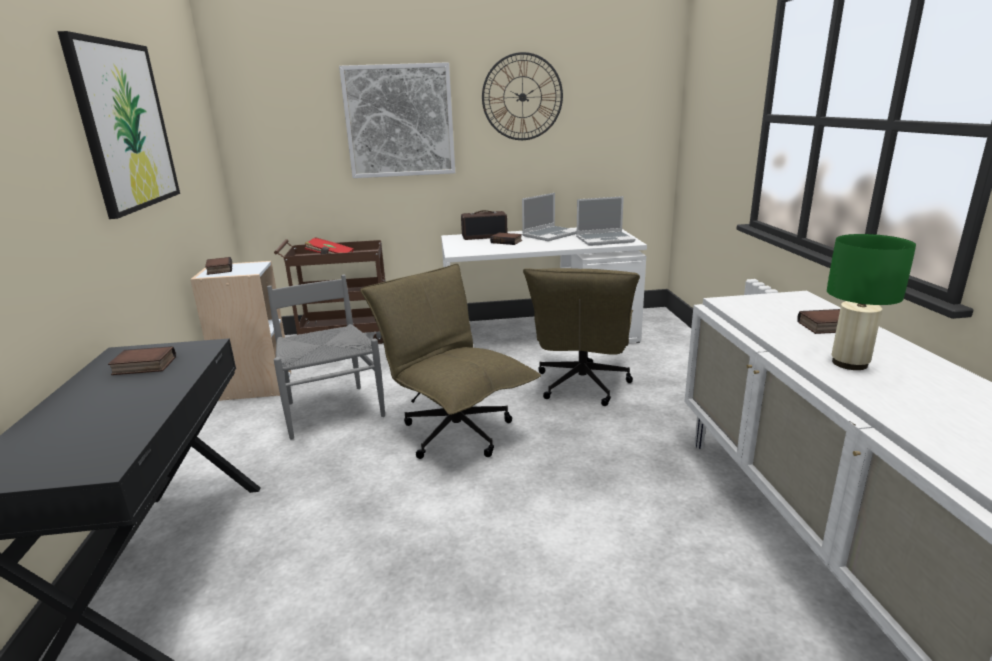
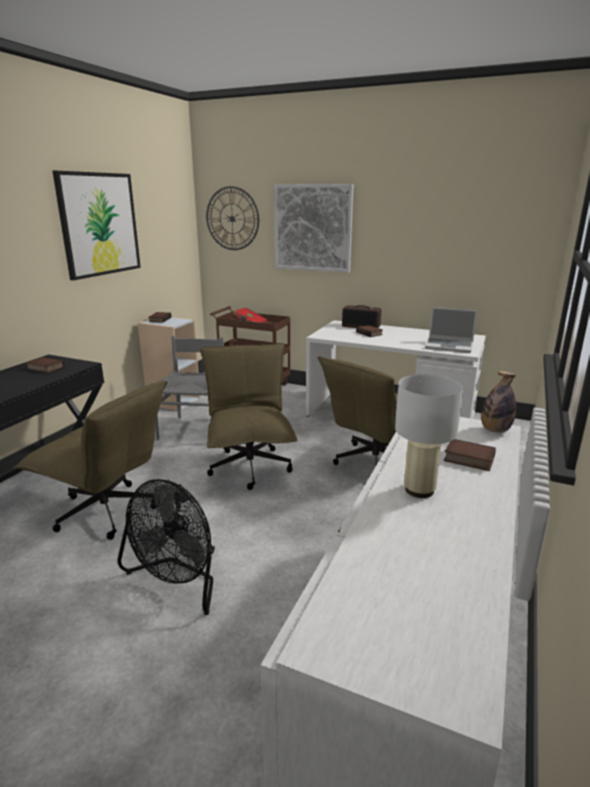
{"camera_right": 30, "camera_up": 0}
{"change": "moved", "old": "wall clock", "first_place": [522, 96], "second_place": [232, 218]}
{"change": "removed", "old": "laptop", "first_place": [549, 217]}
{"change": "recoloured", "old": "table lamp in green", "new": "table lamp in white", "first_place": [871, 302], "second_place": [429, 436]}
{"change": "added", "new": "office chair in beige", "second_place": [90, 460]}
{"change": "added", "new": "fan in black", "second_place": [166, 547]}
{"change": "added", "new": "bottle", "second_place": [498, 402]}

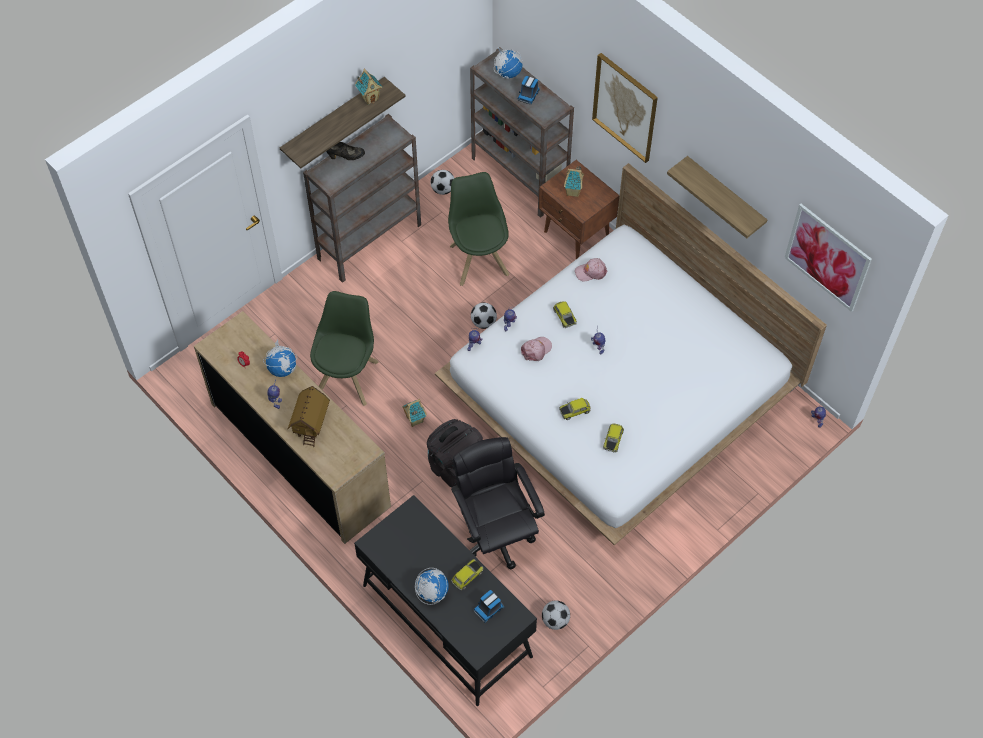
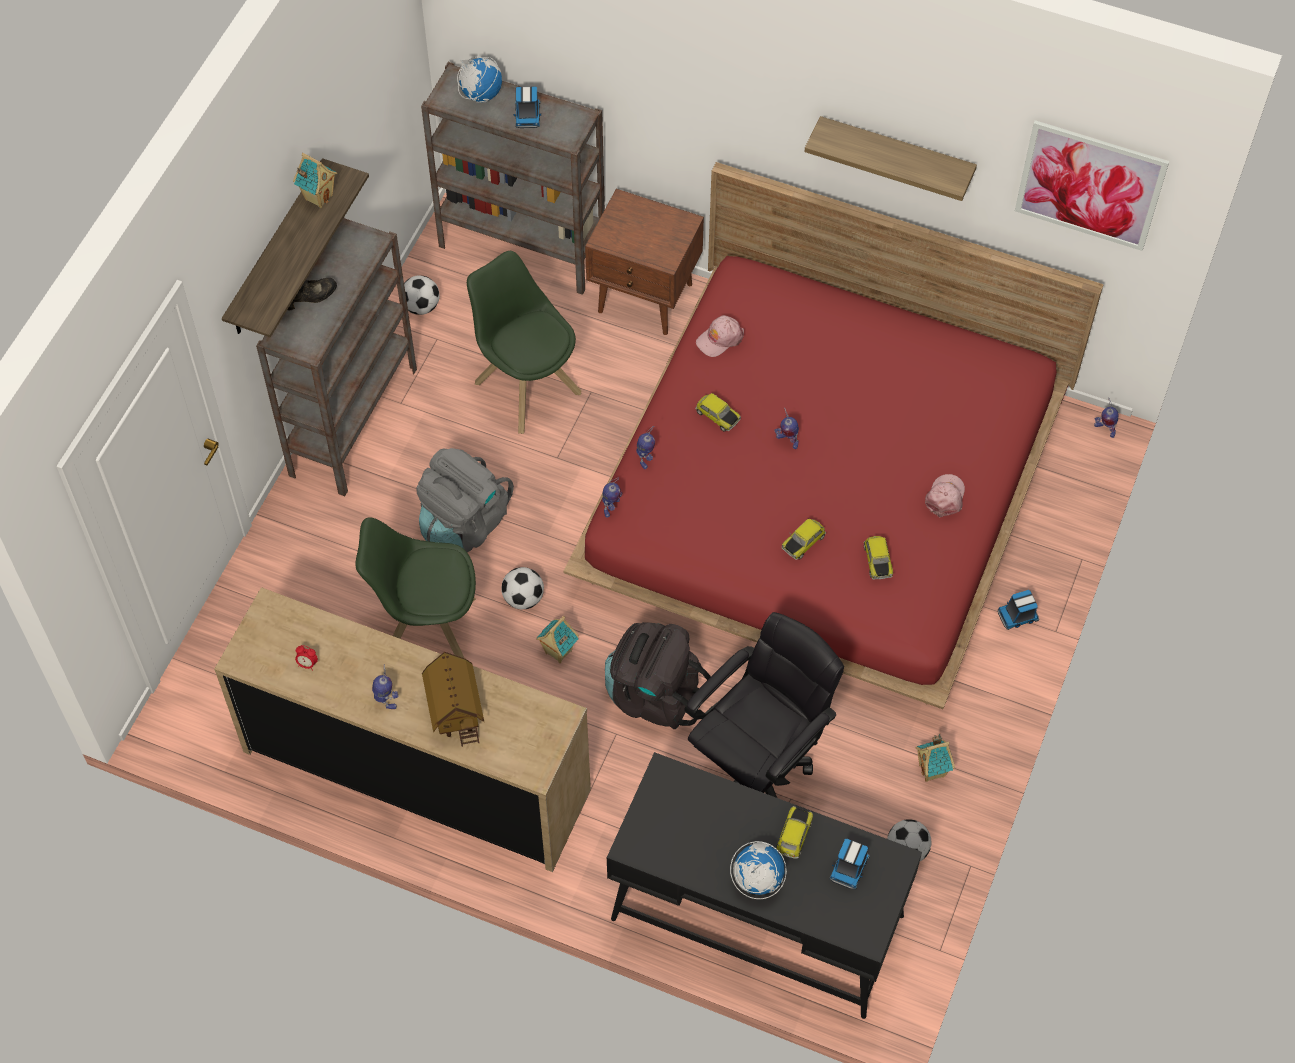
{"camera_right": -25, "camera_up": 0}
{"change": "removed", "old": "globe", "first_place": [280, 358]}
{"change": "turned", "old": "chair in green", "first_place": [344, 348], "second_place": [416, 587], "degrees": -75}
{"change": "recoloured", "old": "bed in white", "new": "bed in red", "first_place": [631, 354], "second_place": [833, 435]}
{"change": "turned", "old": "office chair in black", "first_place": [498, 503], "second_place": [764, 705], "degrees": 90}
{"change": "moved", "old": "football", "first_place": [484, 315], "second_place": [522, 588]}
{"change": "moved", "old": "cap in pink", "first_place": [536, 349], "second_place": [945, 495]}
{"change": "moved", "old": "toy house", "first_place": [574, 181], "second_place": [935, 757]}
{"change": "removed", "old": "picture", "first_place": [625, 108]}
{"change": "added", "new": "backpack in grey", "second_place": [465, 500]}
{"change": "added", "new": "toy truck", "second_place": [1018, 610]}

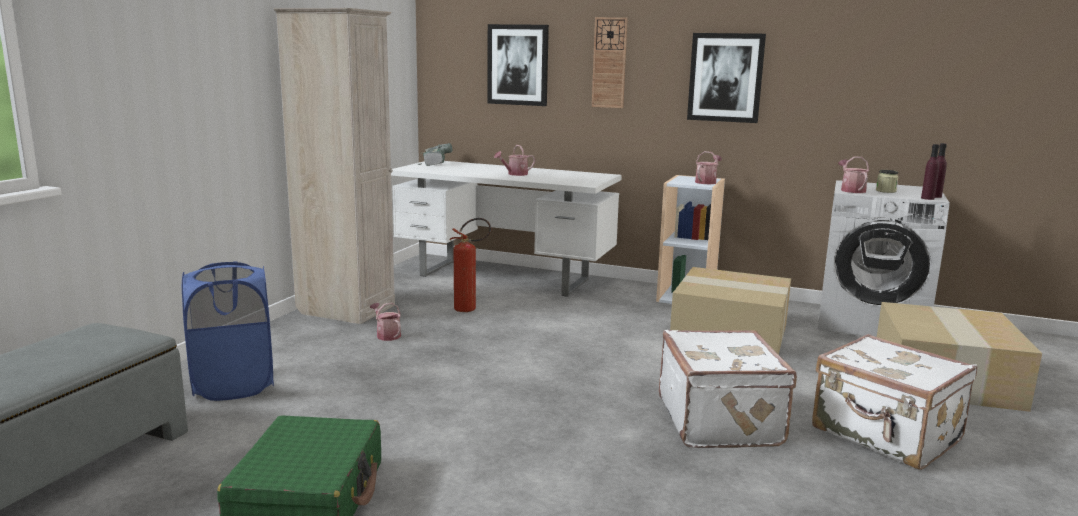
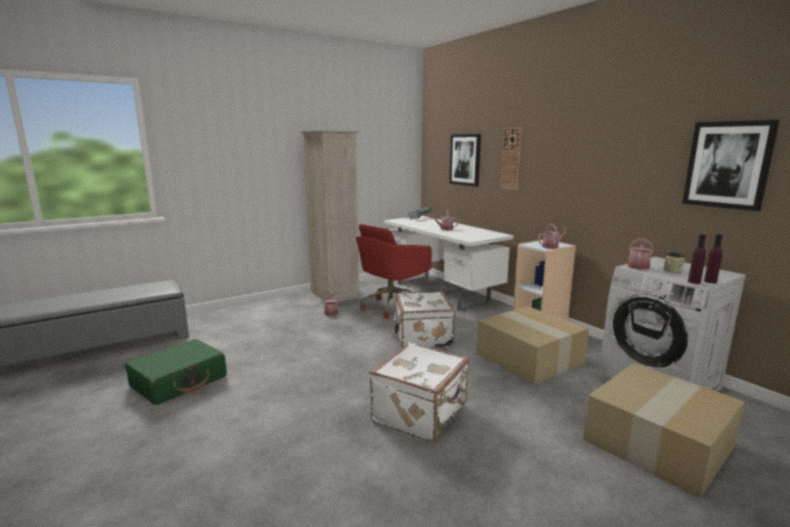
{"camera_right": 35, "camera_up": 0}
{"change": "removed", "old": "laundry basket in blue", "first_place": [228, 331]}
{"change": "replaced", "old": "fire extinguisher", "new": "office chair in red", "first_place": [470, 265], "second_place": [394, 271]}
{"change": "moved", "old": "picture", "first_place": [726, 78], "second_place": [730, 165]}
{"change": "moved", "old": "suitcase in white", "first_place": [894, 402], "second_place": [424, 320]}

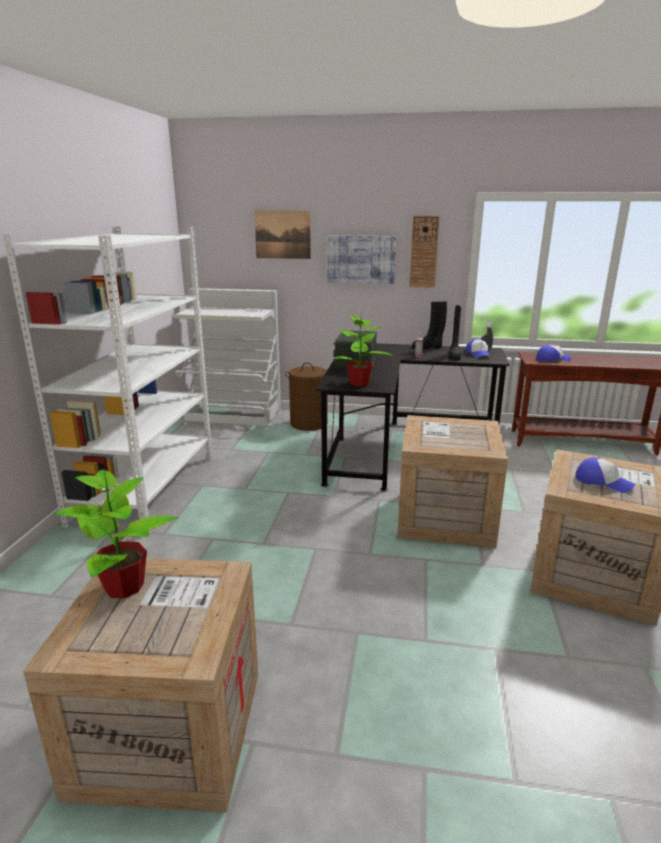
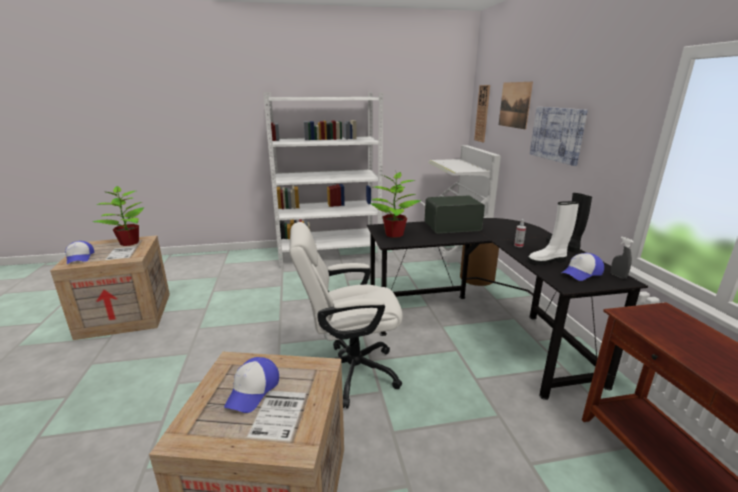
{"camera_right": 70, "camera_up": 0}
{"change": "replaced", "old": "crate", "new": "office chair in white", "first_place": [453, 481], "second_place": [346, 315]}
{"change": "moved", "old": "wall clock", "first_place": [424, 252], "second_place": [482, 113]}
{"change": "recoloured", "old": "boot in black", "new": "boot in white", "first_place": [454, 333], "second_place": [553, 233]}
{"change": "moved", "old": "cap", "first_place": [553, 353], "second_place": [79, 252]}

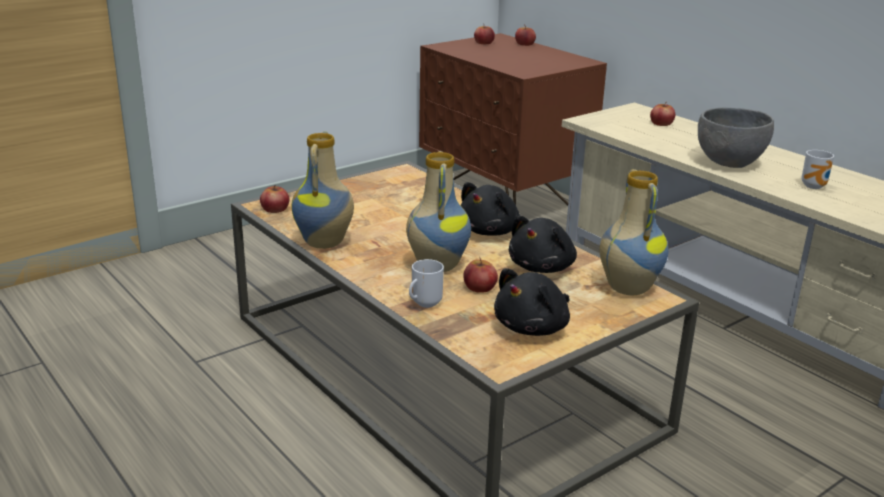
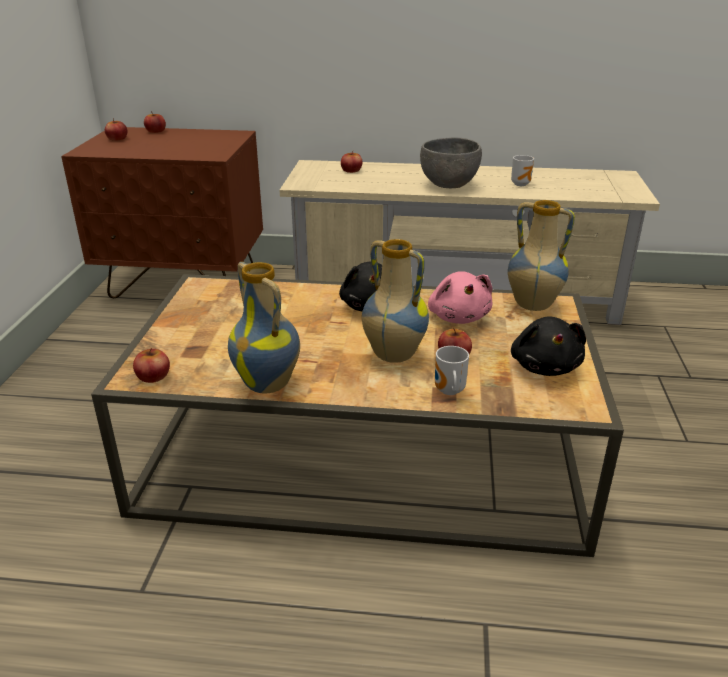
{"camera_right": -45, "camera_up": 5}
{"change": "recoloured", "old": "plush toy in black", "new": "plush toy in pink", "first_place": [542, 244], "second_place": [460, 297]}

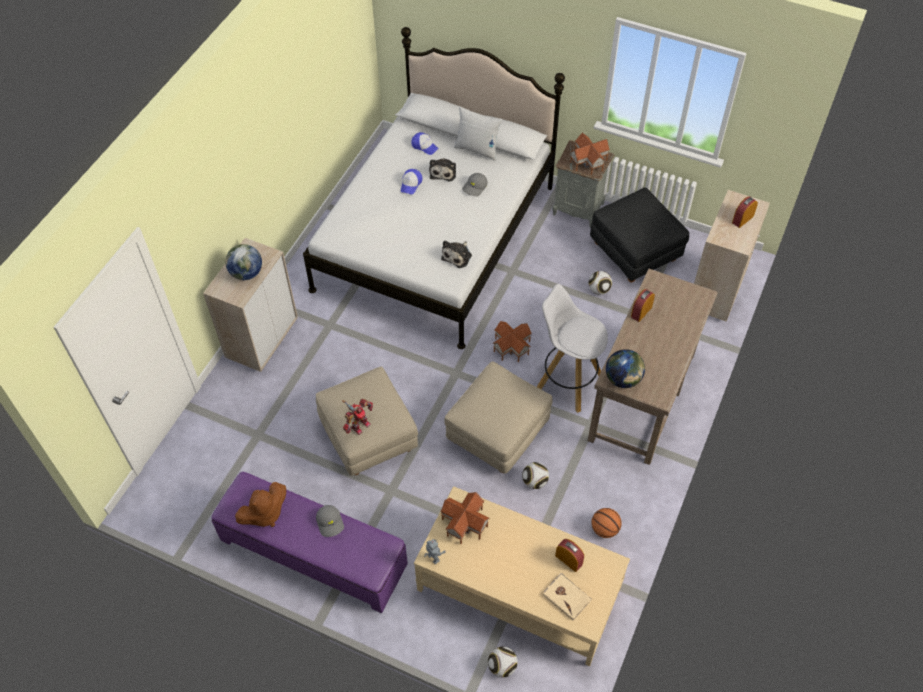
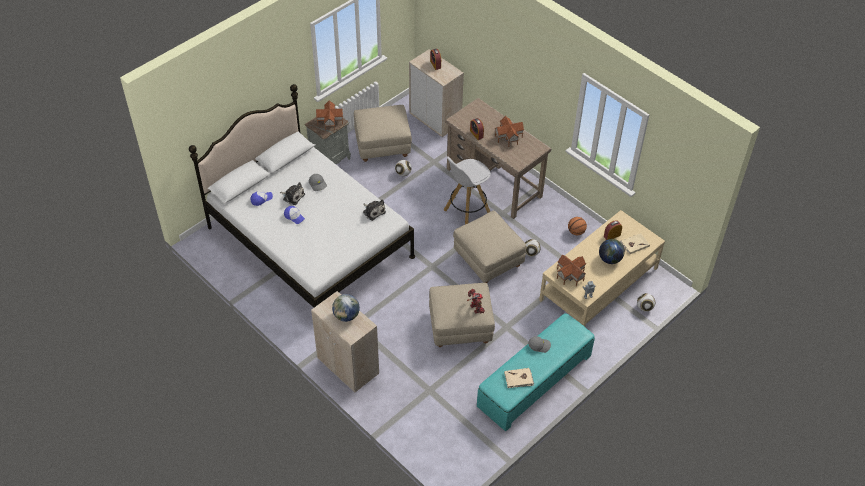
{"camera_right": -70, "camera_up": -5}
{"change": "recoloured", "old": "bench in purple", "new": "bench in turquoise", "first_place": [310, 542], "second_place": [536, 372]}
{"change": "replaced", "old": "plush toy in brown", "new": "book in beige", "first_place": [260, 504], "second_place": [519, 378]}
{"change": "removed", "old": "pillow in grey", "first_place": [478, 133]}
{"change": "moved", "old": "toy house", "first_place": [512, 341], "second_place": [509, 131]}
{"change": "recoloured", "old": "ottoman in black", "new": "ottoman in beige", "first_place": [639, 235], "second_place": [383, 133]}
{"change": "moved", "old": "globe", "first_place": [625, 368], "second_place": [612, 251]}

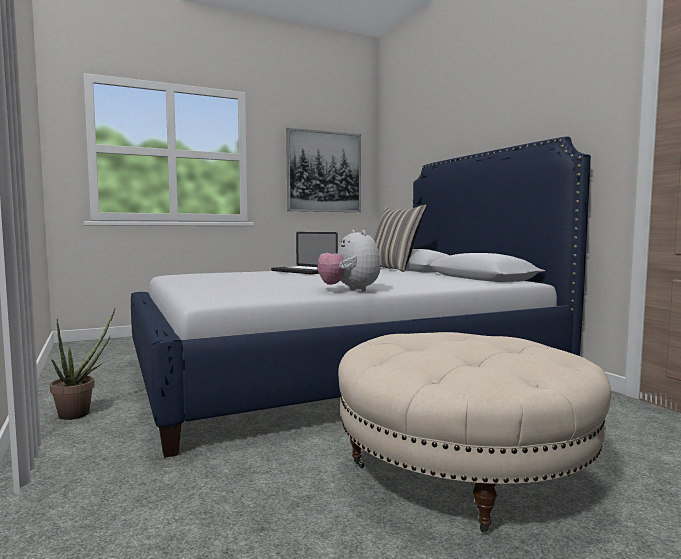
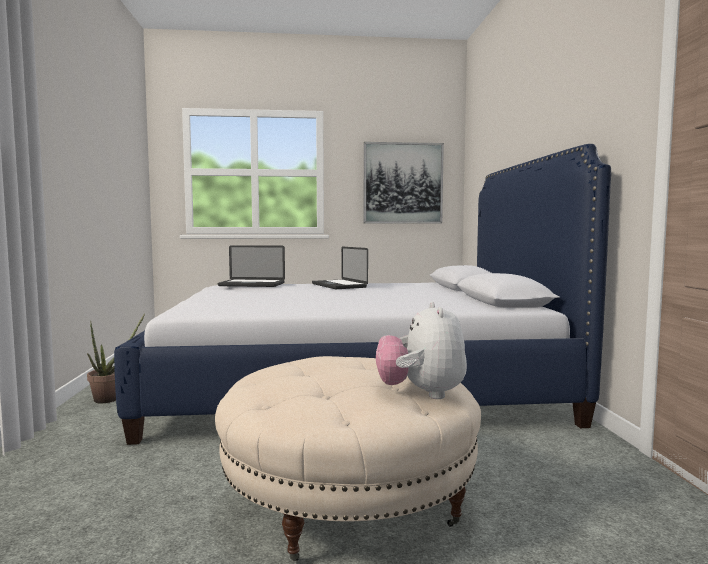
{"camera_right": 20, "camera_up": 0}
{"change": "moved", "old": "plush toy", "first_place": [348, 261], "second_place": [421, 350]}
{"change": "removed", "old": "pillow", "first_place": [400, 238]}
{"change": "added", "new": "laptop", "second_place": [251, 266]}

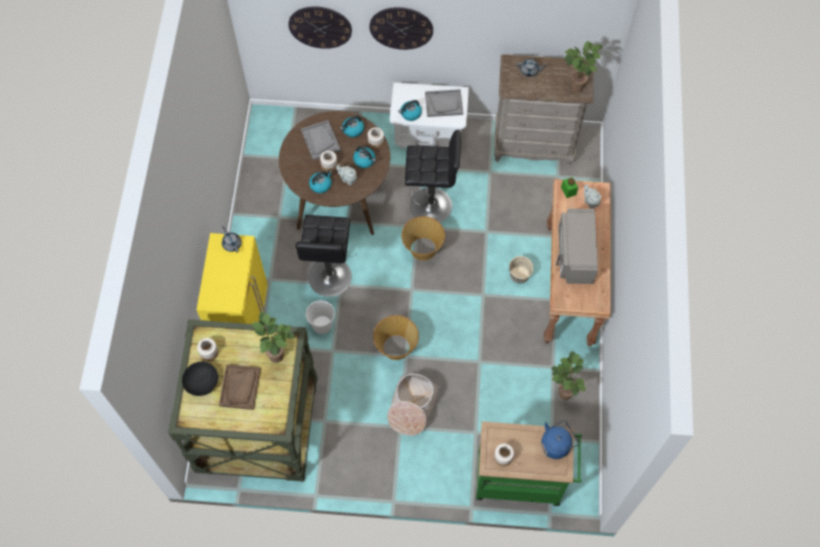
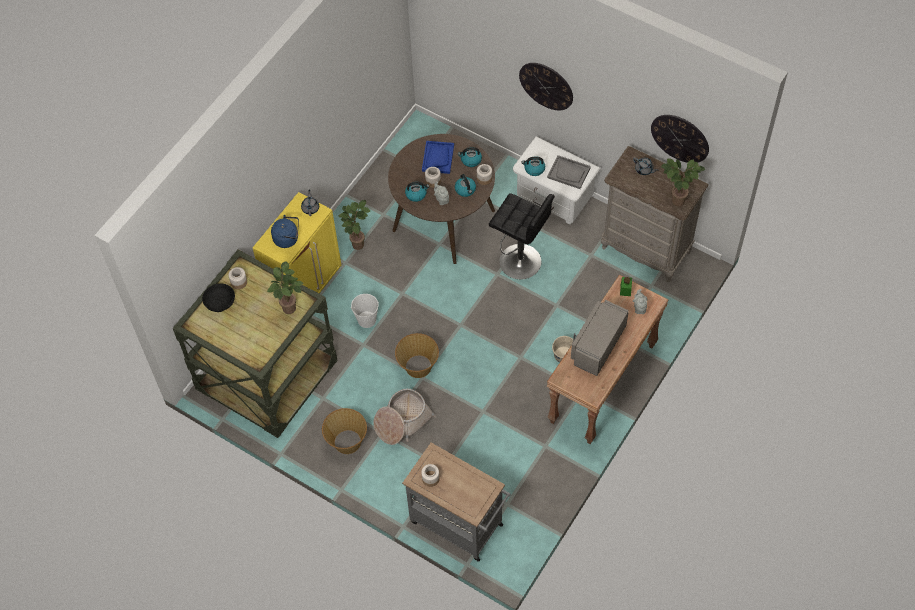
{"camera_right": 30, "camera_up": -5}
{"change": "removed", "old": "tray in brown", "first_place": [240, 387]}
{"change": "moved", "old": "wall clock", "first_place": [320, 27], "second_place": [680, 139]}
{"change": "removed", "old": "stool in black", "first_place": [323, 256]}
{"change": "recoloured", "old": "tray in grey", "new": "tray in blue", "first_place": [321, 140], "second_place": [438, 157]}
{"change": "moved", "old": "basket", "first_place": [423, 238], "second_place": [344, 431]}
{"change": "recoloured", "old": "cart in green", "new": "cart in grey", "first_place": [529, 463], "second_place": [456, 502]}
{"change": "moved", "old": "kettle in blue", "first_place": [560, 439], "second_place": [285, 231]}
{"change": "moved", "old": "potted plant", "first_place": [568, 375], "second_place": [354, 225]}

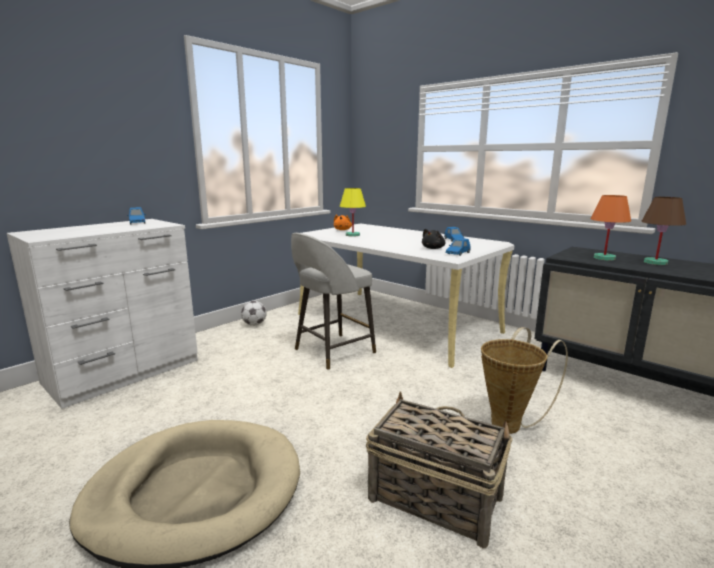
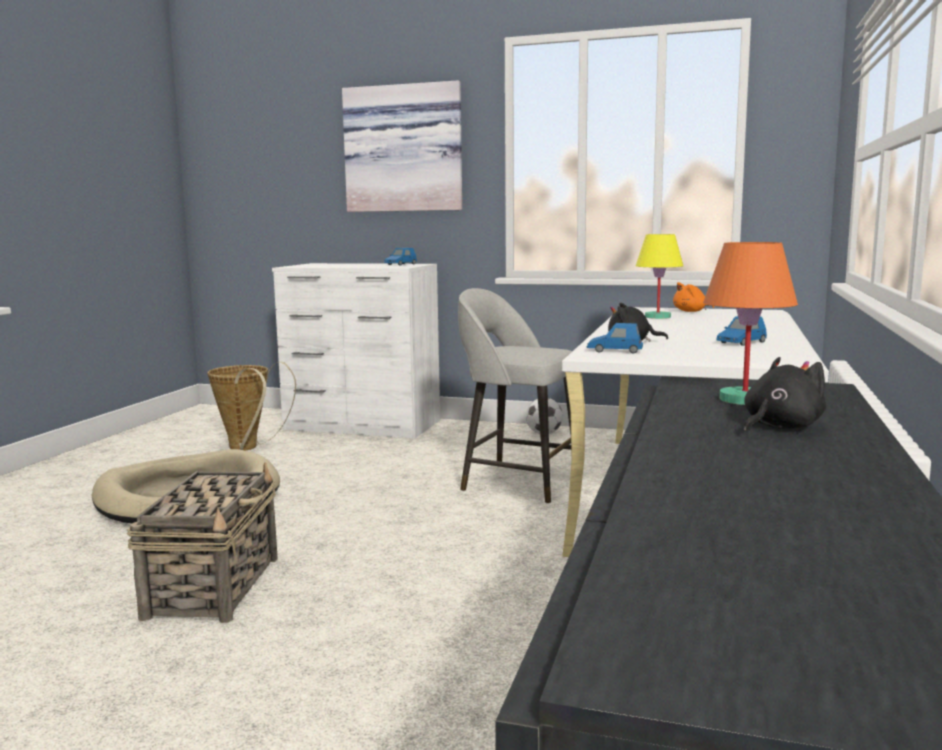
{"camera_right": 65, "camera_up": -5}
{"change": "moved", "old": "basket", "first_place": [524, 380], "second_place": [251, 406]}
{"change": "replaced", "old": "table lamp in brown", "new": "plush toy in black", "first_place": [663, 231], "second_place": [784, 394]}
{"change": "added", "new": "picture", "second_place": [402, 146]}

